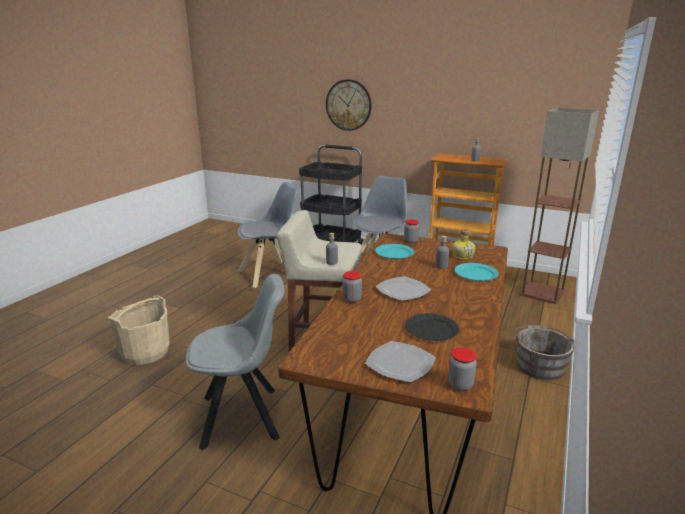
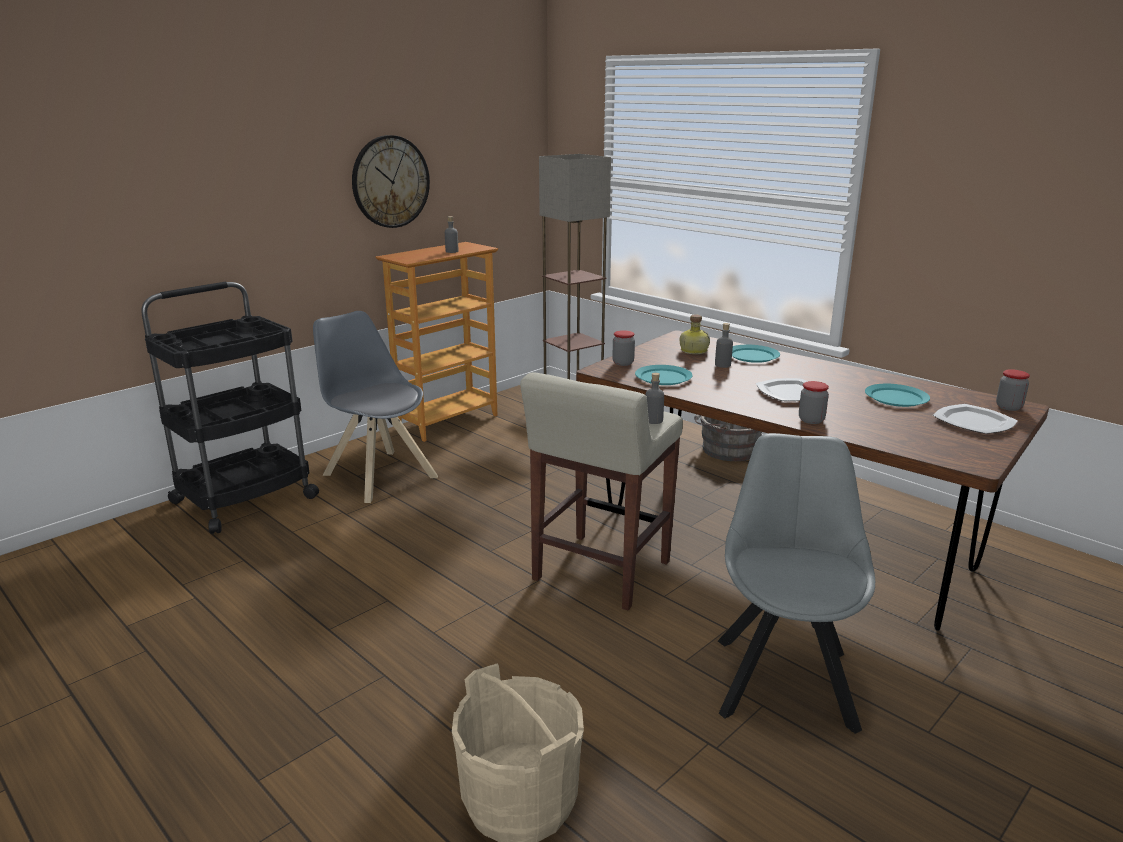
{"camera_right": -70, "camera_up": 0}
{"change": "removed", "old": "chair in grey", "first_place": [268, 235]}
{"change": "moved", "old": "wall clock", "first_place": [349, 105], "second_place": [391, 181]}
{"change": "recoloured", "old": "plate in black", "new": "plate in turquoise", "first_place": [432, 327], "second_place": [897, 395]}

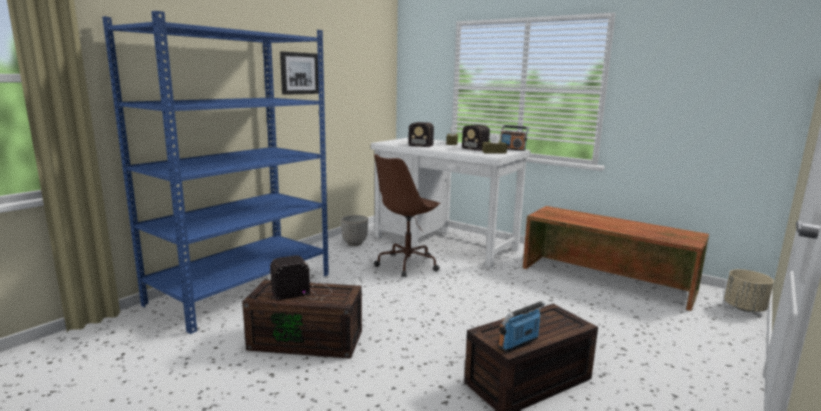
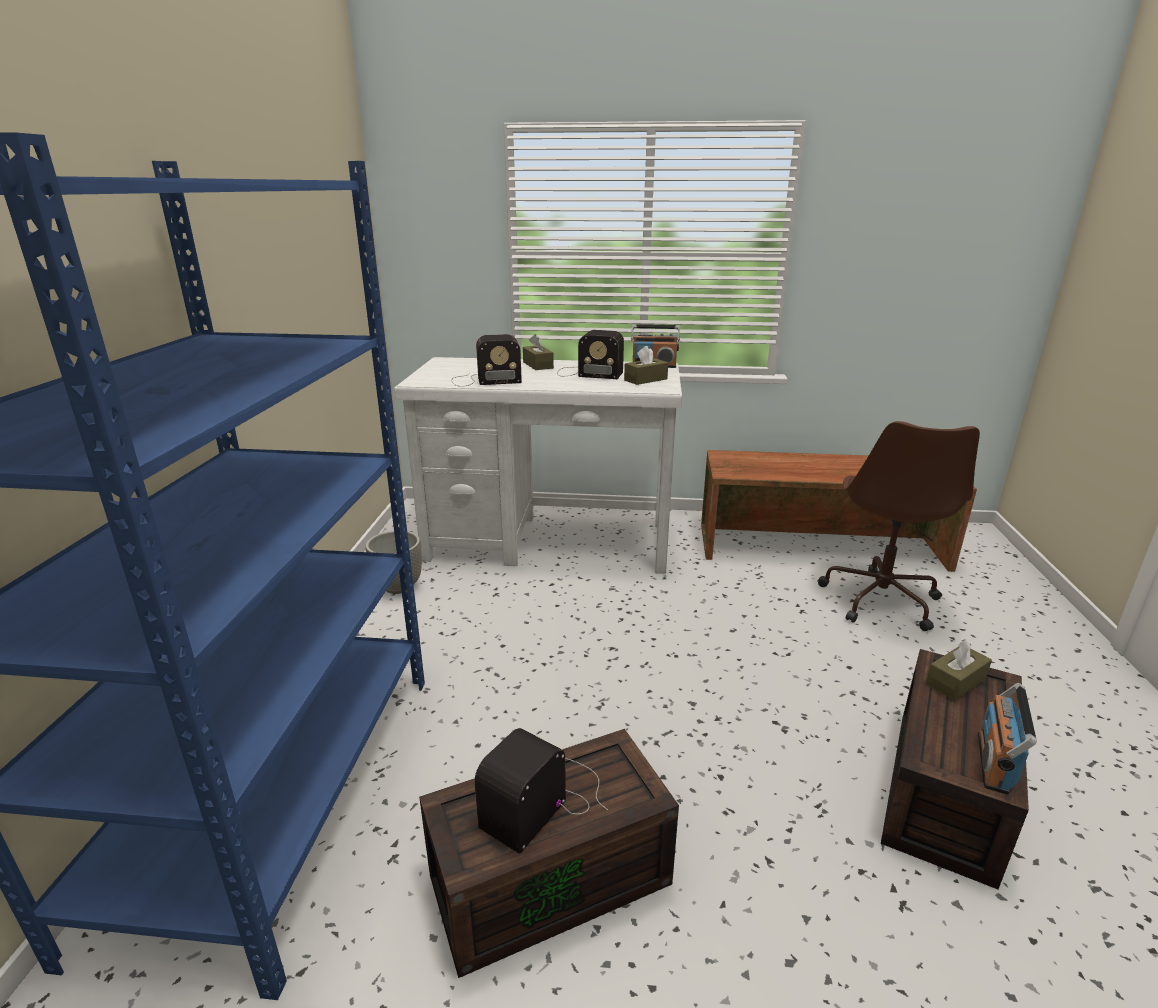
{"camera_right": -30, "camera_up": 10}
{"change": "removed", "old": "picture", "first_place": [299, 73]}
{"change": "moved", "old": "office chair in brown", "first_place": [407, 215], "second_place": [898, 526]}
{"change": "removed", "old": "planter in beige", "first_place": [749, 290]}
{"change": "added", "new": "tissue box in brown", "second_place": [958, 670]}

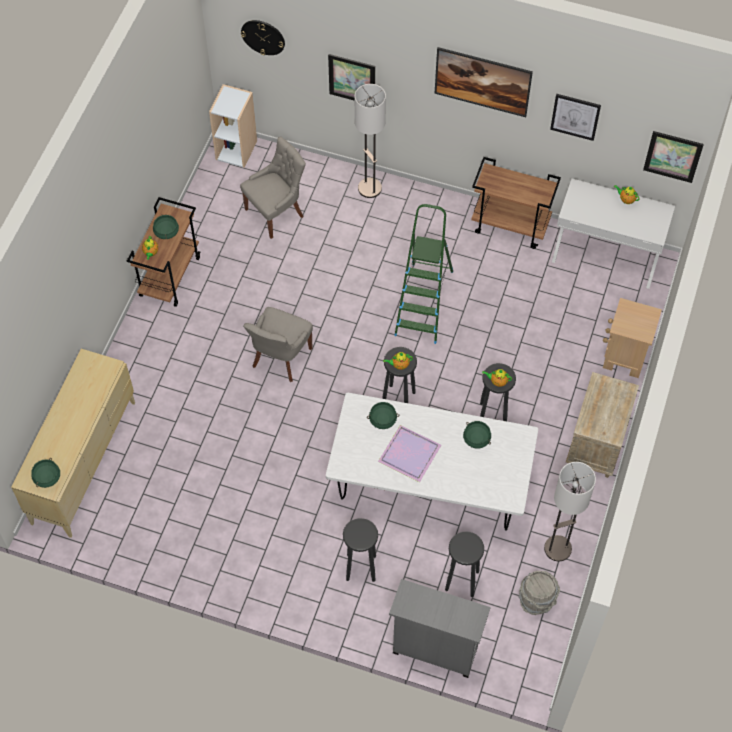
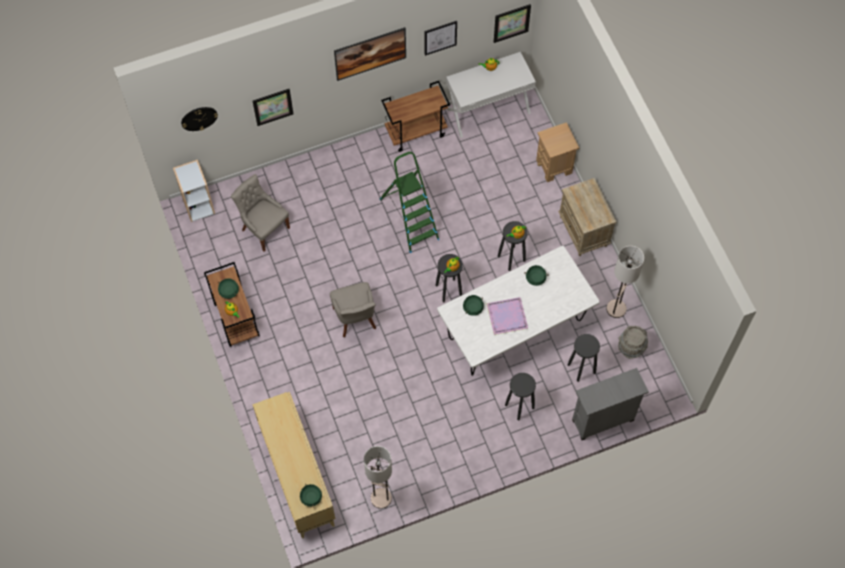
{"camera_right": -40, "camera_up": 5}
{"change": "turned", "old": "chair in grey", "first_place": [273, 187], "second_place": [260, 213], "degrees": -60}
{"change": "moved", "old": "floor lamp", "first_place": [370, 141], "second_place": [378, 477]}

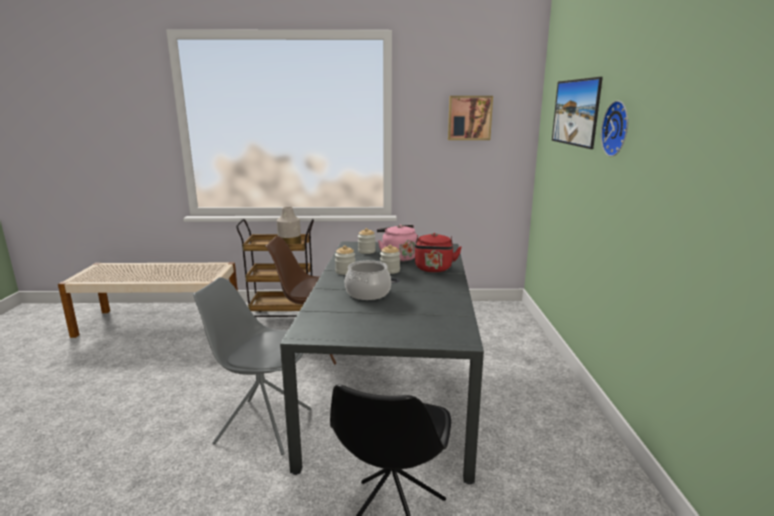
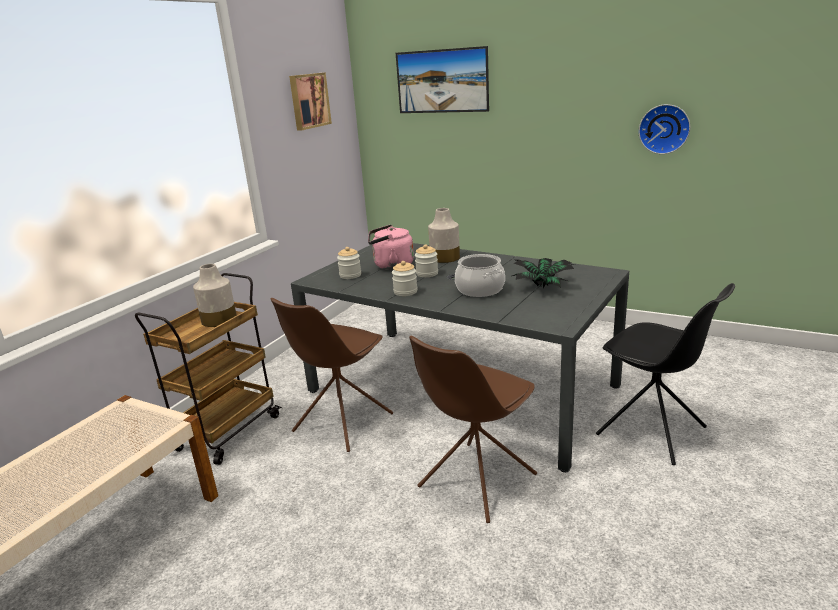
{"camera_right": -60, "camera_up": 5}
{"change": "recoloured", "old": "chair in grey", "new": "chair in brown", "first_place": [252, 366], "second_place": [473, 429]}
{"change": "replaced", "old": "kettle in red", "new": "vase in beige", "first_place": [438, 252], "second_place": [444, 235]}
{"change": "moved", "old": "wall clock", "first_place": [614, 128], "second_place": [664, 129]}
{"change": "added", "new": "potted plant", "second_place": [543, 273]}

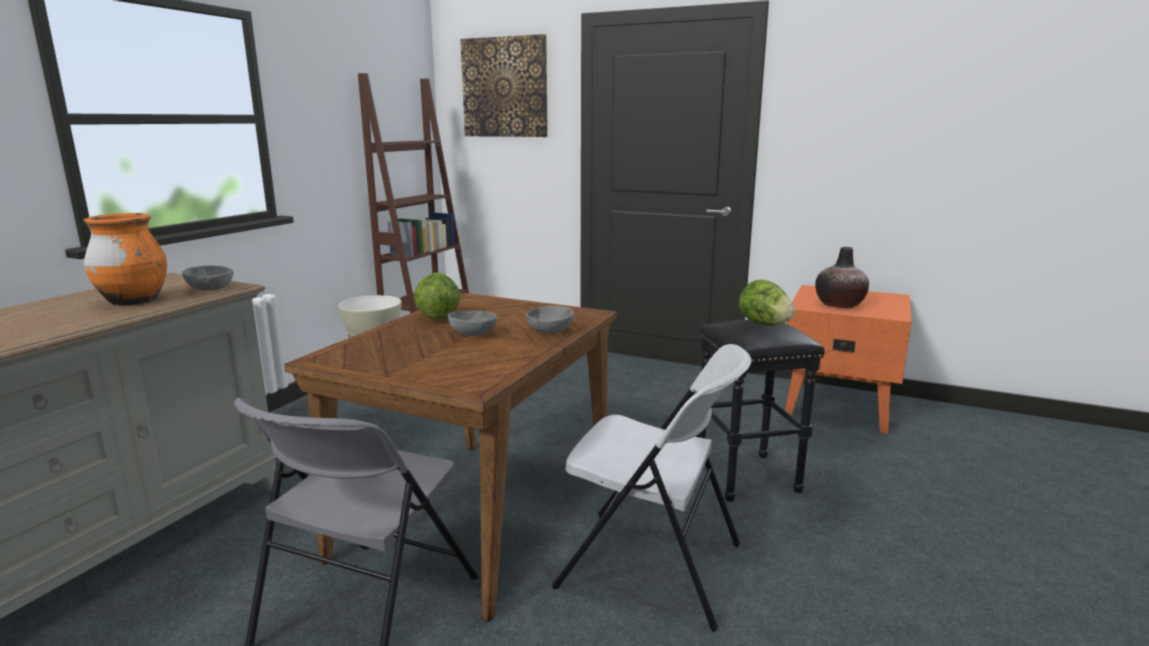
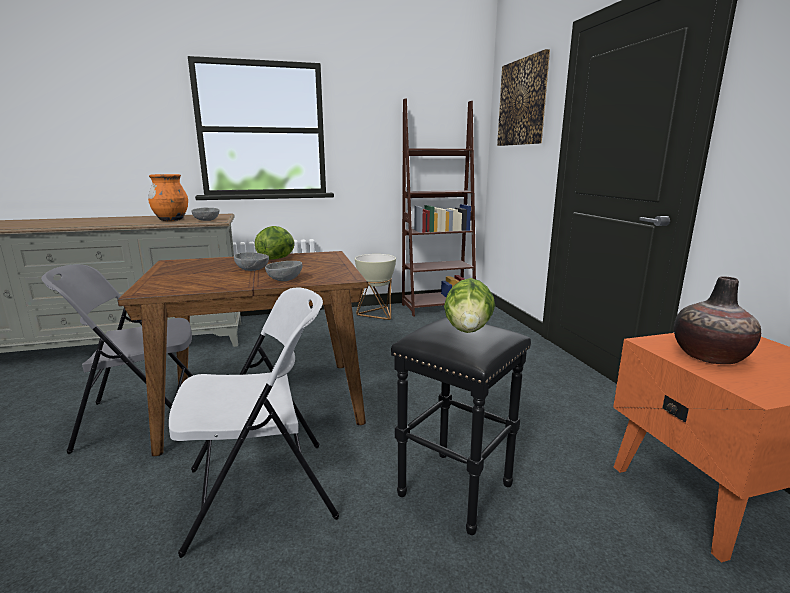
{"camera_right": 50, "camera_up": 0}
{"change": "turned", "old": "chair in white", "first_place": [651, 488], "second_place": [254, 423], "degrees": -90}

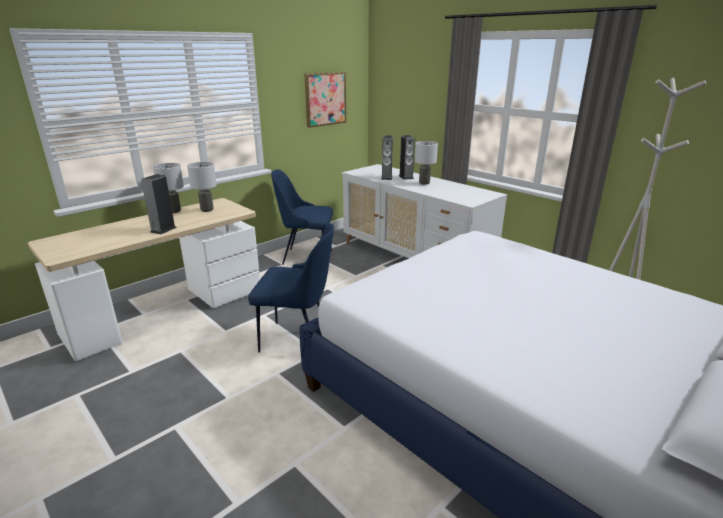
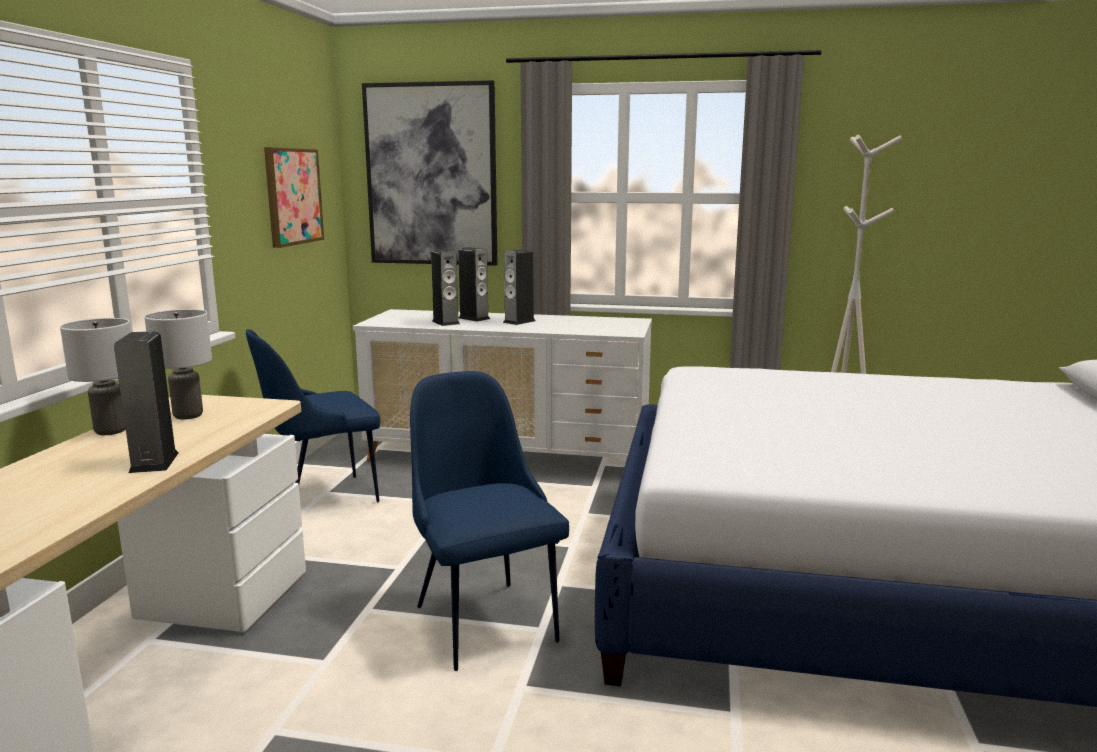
{"camera_right": -35, "camera_up": -10}
{"change": "turned", "old": "chair in blue", "first_place": [291, 288], "second_place": [489, 521], "degrees": -90}
{"change": "replaced", "old": "table lamp in white", "new": "speaker", "first_place": [426, 163], "second_place": [519, 287]}
{"change": "added", "new": "picture", "second_place": [429, 173]}

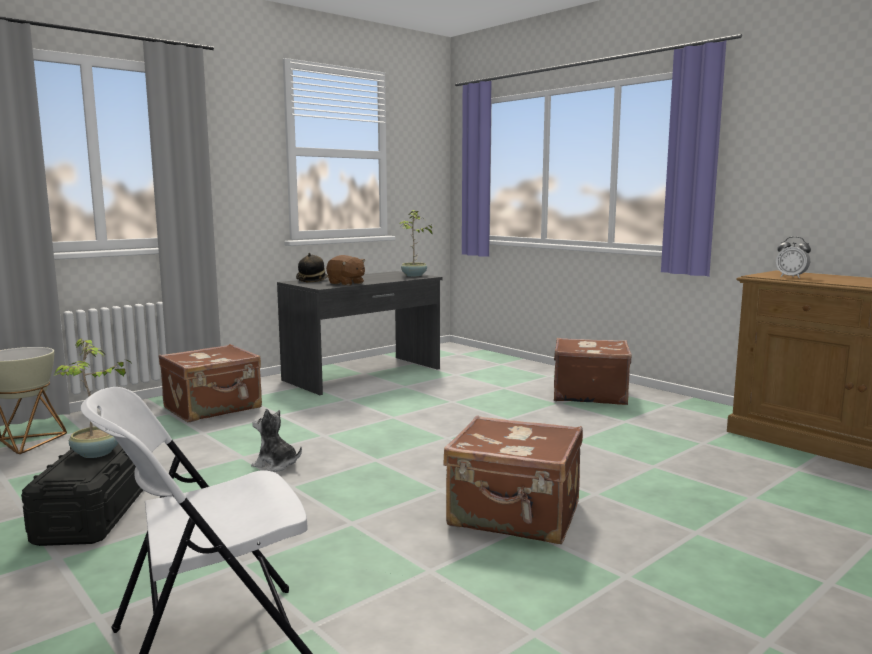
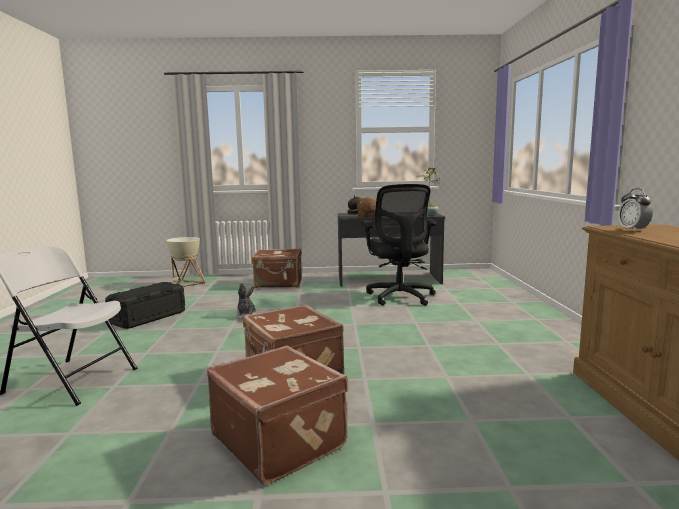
{"camera_right": 40, "camera_up": 0}
{"change": "removed", "old": "potted plant", "first_place": [92, 398]}
{"change": "moved", "old": "suitcase in brown", "first_place": [593, 371], "second_place": [277, 415]}
{"change": "added", "new": "office chair in black", "second_place": [398, 245]}

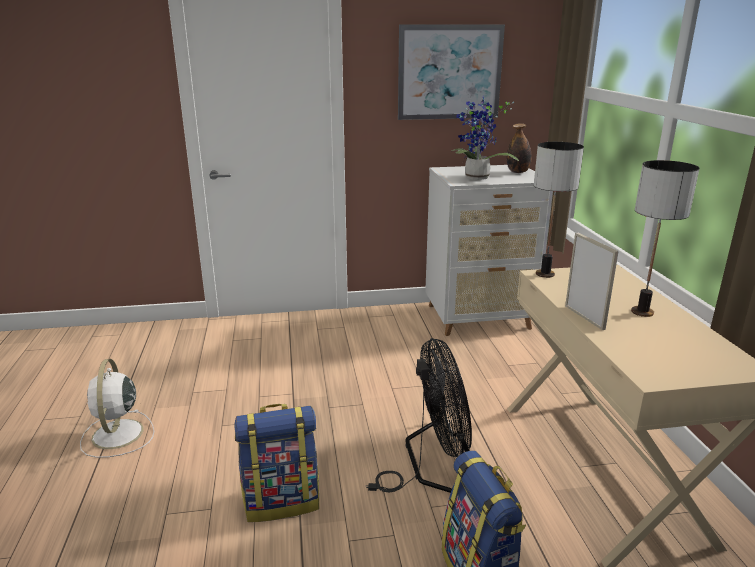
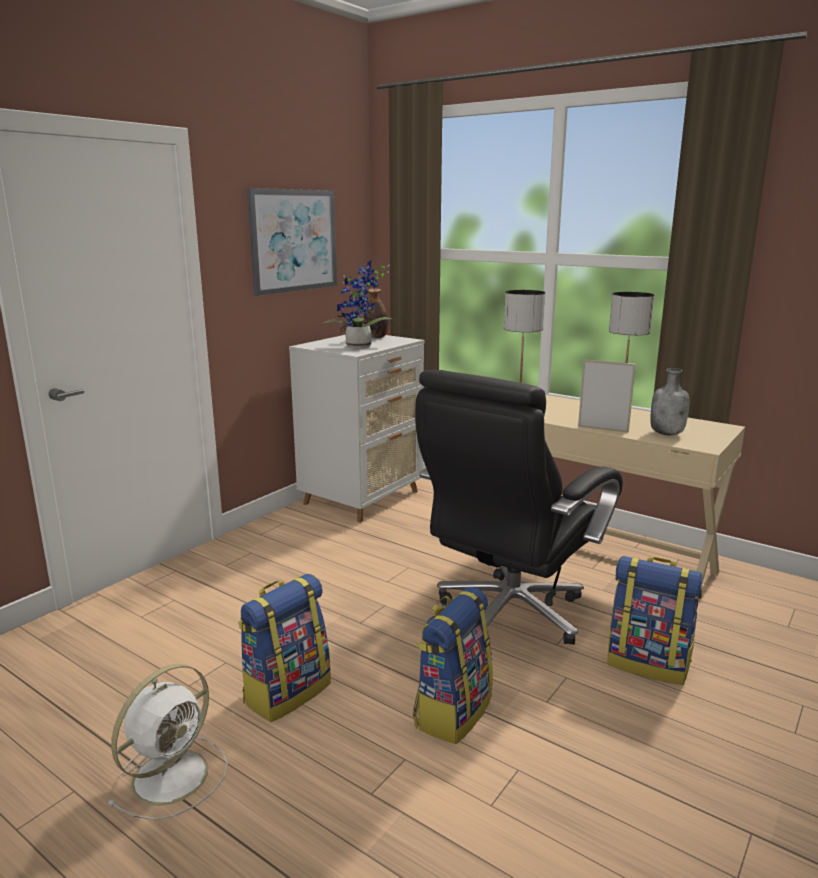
{"camera_right": -45, "camera_up": -5}
{"change": "turned", "old": "fan in white", "first_place": [117, 408], "second_place": [167, 742], "degrees": -90}
{"change": "replaced", "old": "fan in black", "new": "office chair in black", "first_place": [419, 415], "second_place": [519, 507]}
{"change": "added", "new": "backpack", "second_place": [284, 648]}
{"change": "added", "new": "bottle in grey", "second_place": [670, 401]}

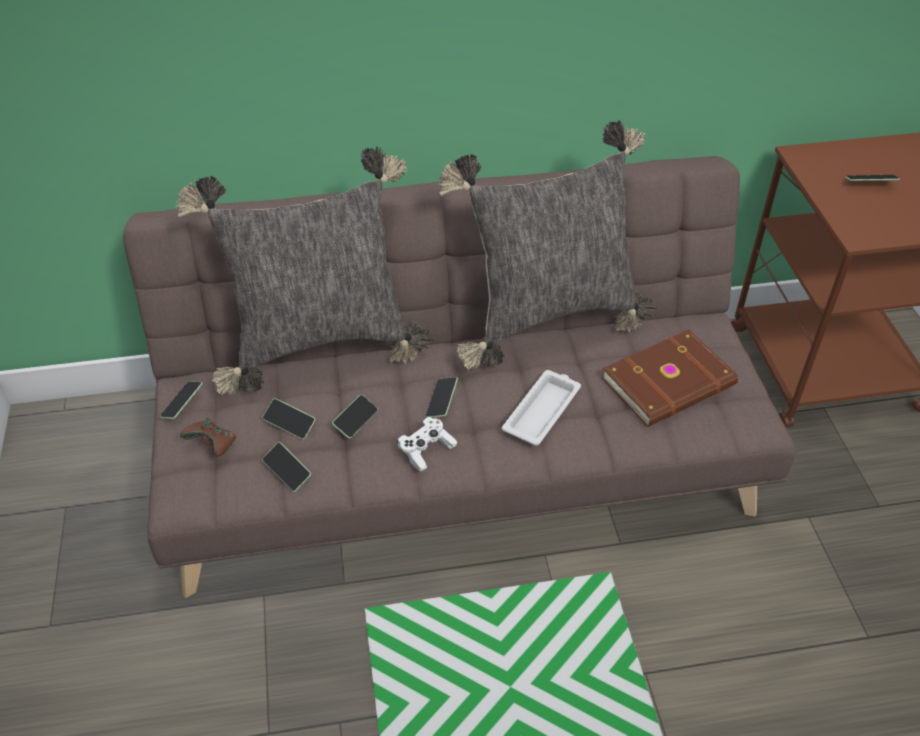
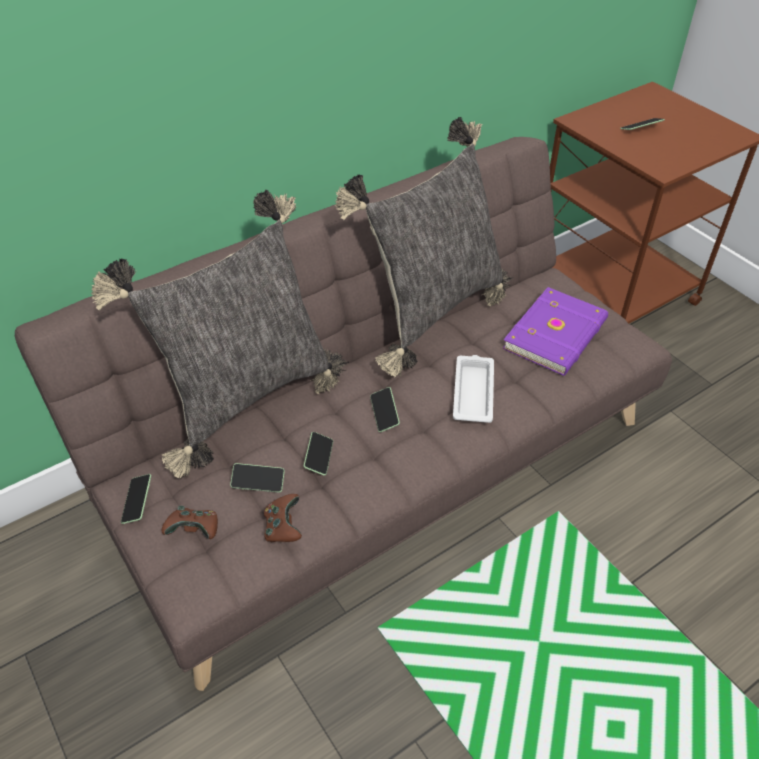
{"camera_right": -25, "camera_up": 0}
{"change": "replaced", "old": "phone", "new": "game controller in brown", "first_place": [286, 467], "second_place": [283, 518]}
{"change": "removed", "old": "game controller in white", "first_place": [427, 444]}
{"change": "recoloured", "old": "book in brown", "new": "book in purple", "first_place": [670, 378], "second_place": [555, 331]}

